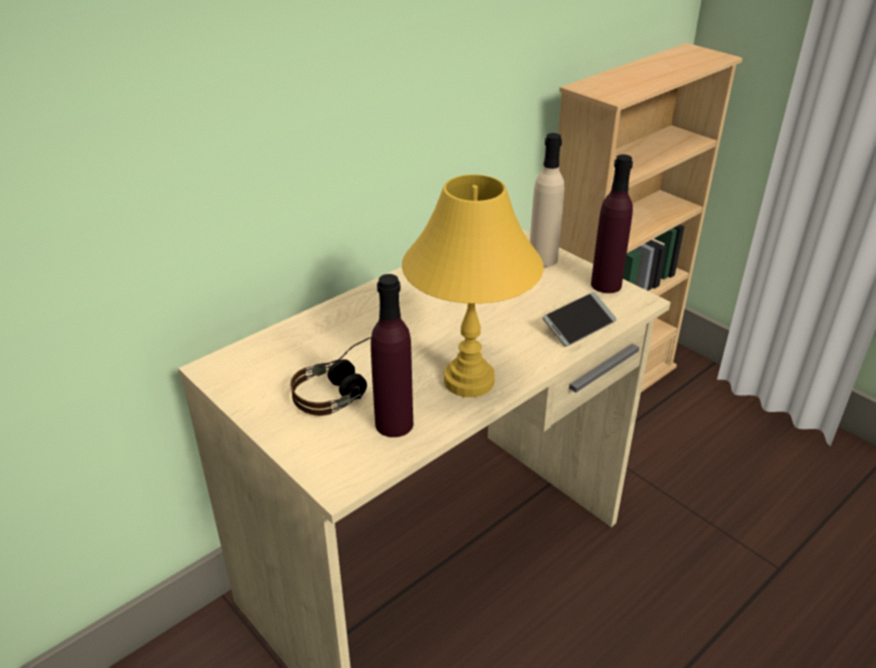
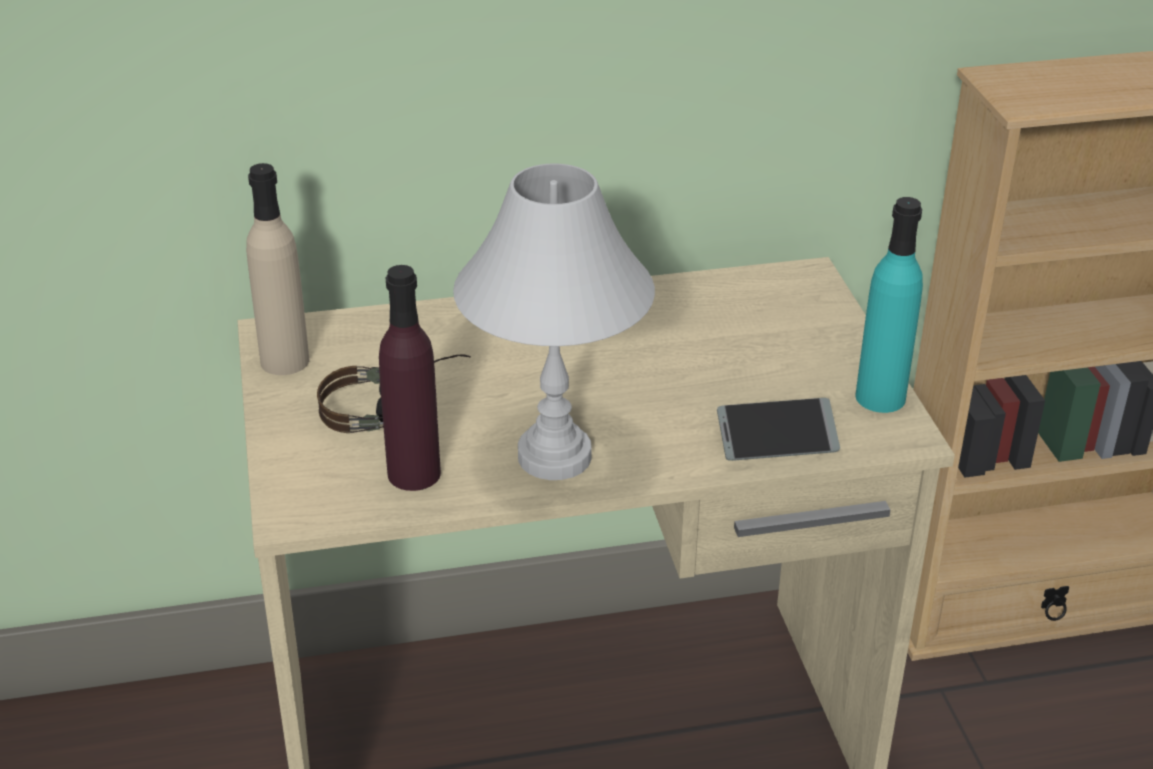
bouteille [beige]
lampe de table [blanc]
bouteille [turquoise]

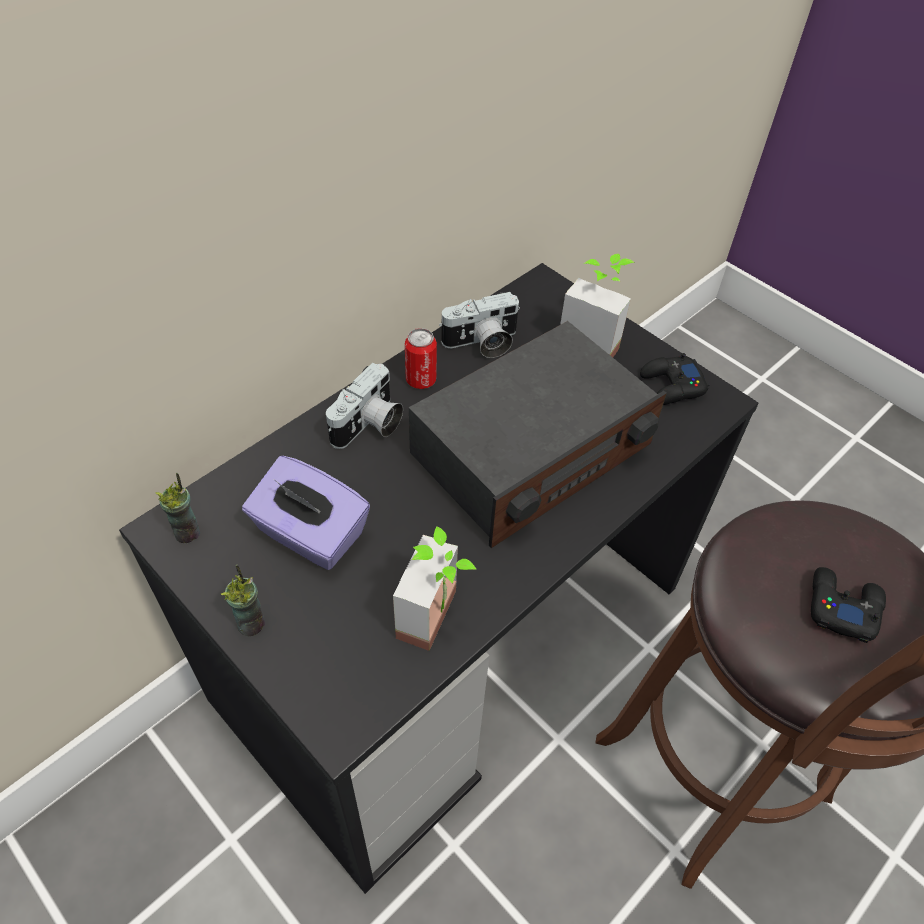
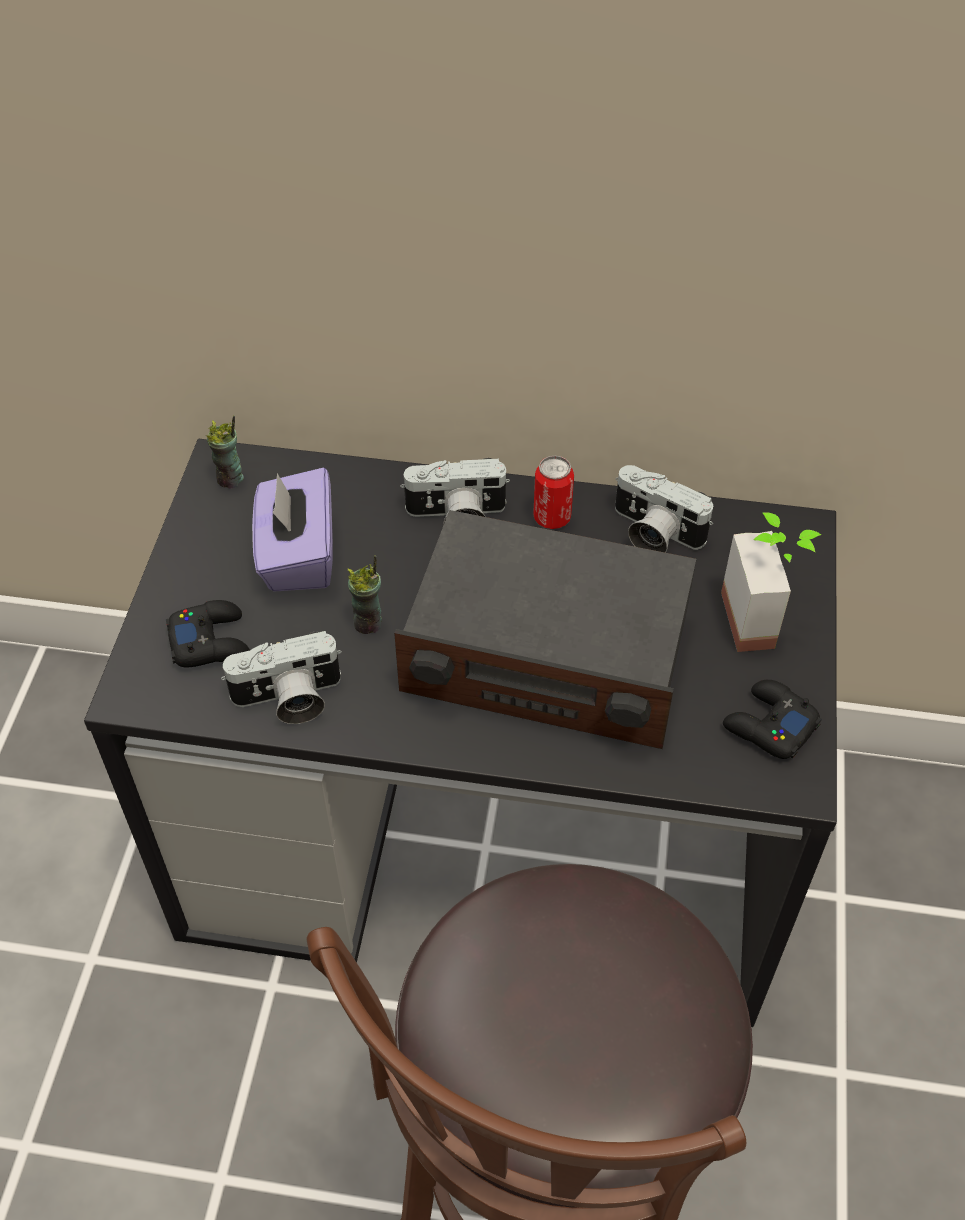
tasse (no. 2 from left)
manette [noir] (no. 1 from left)
appareil photo (no. 1 from left)

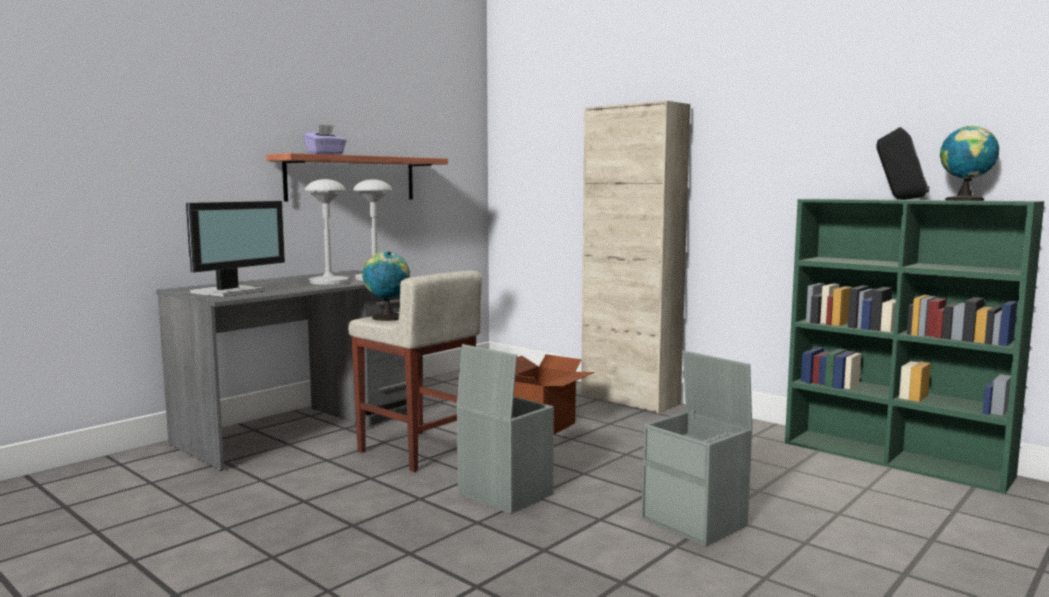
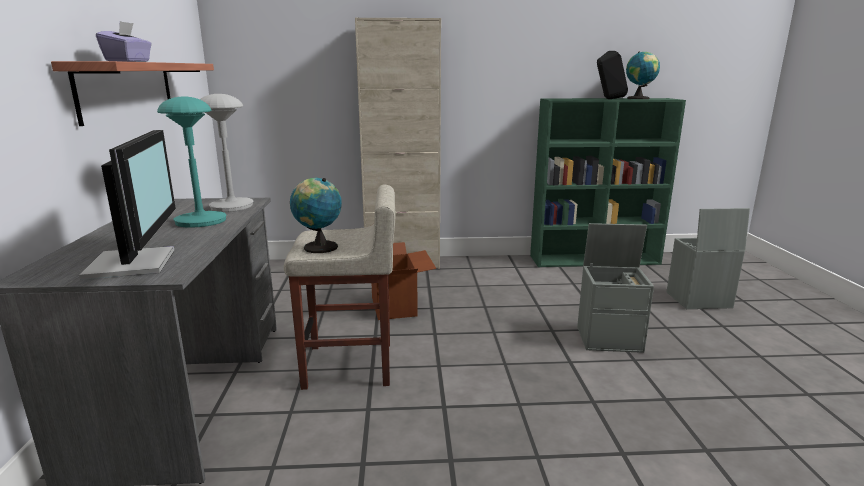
boîte de rangement [gris] (no. 2 from left)
lampe de table [turquoise]

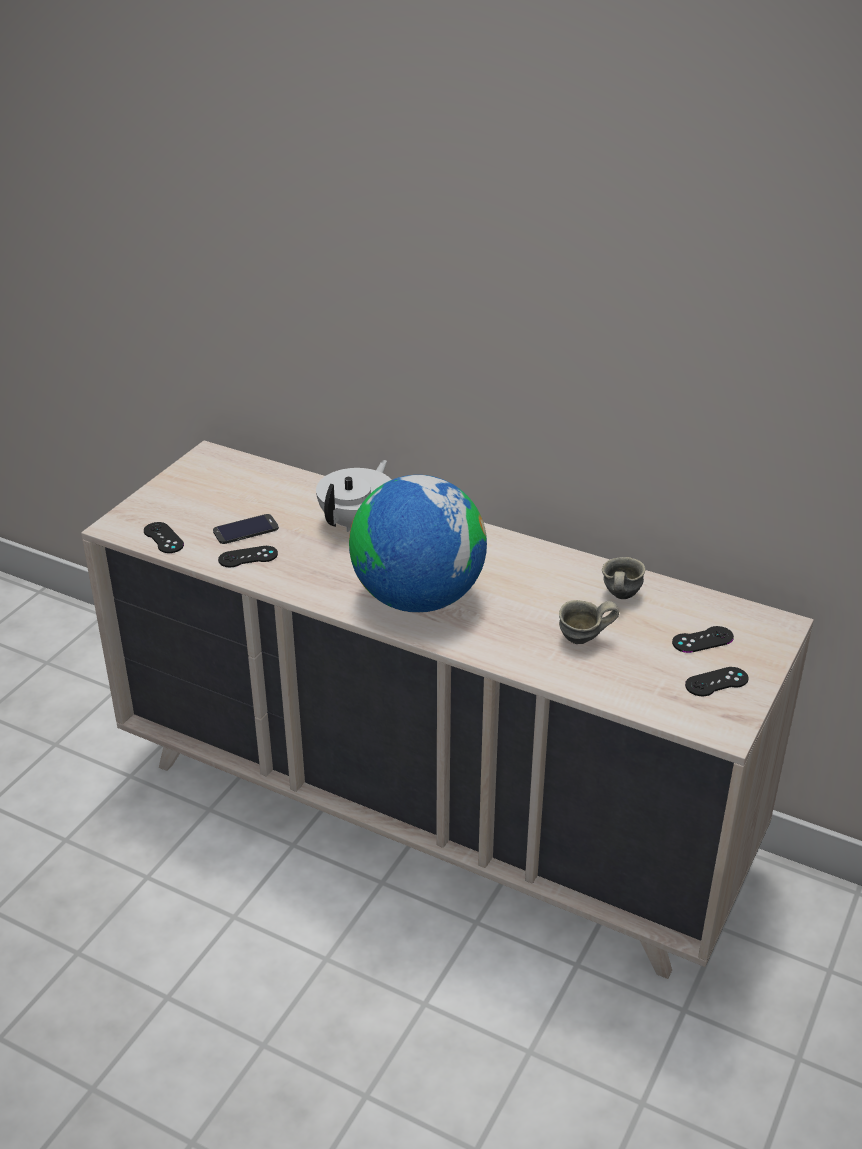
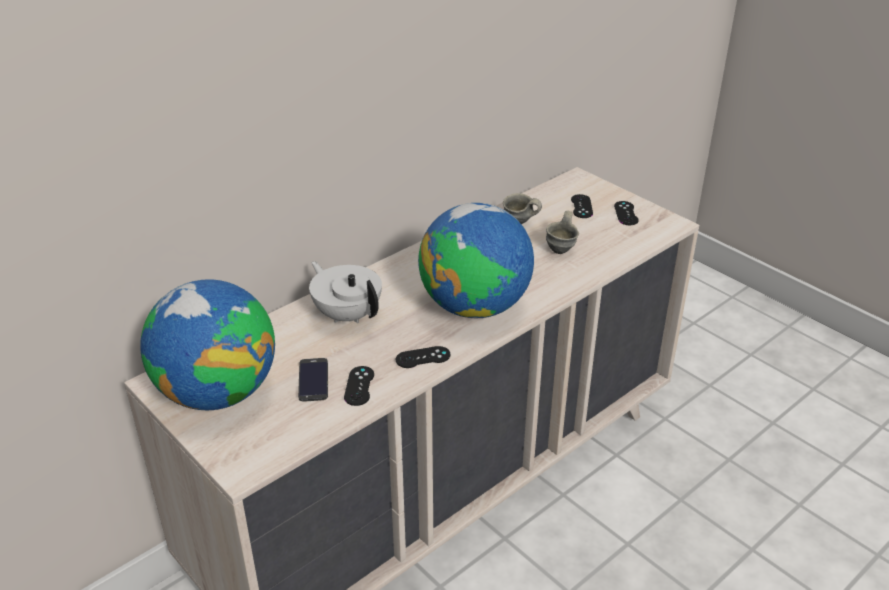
globe (no. 1 from left)
manette [noir] (no. 2 from left)

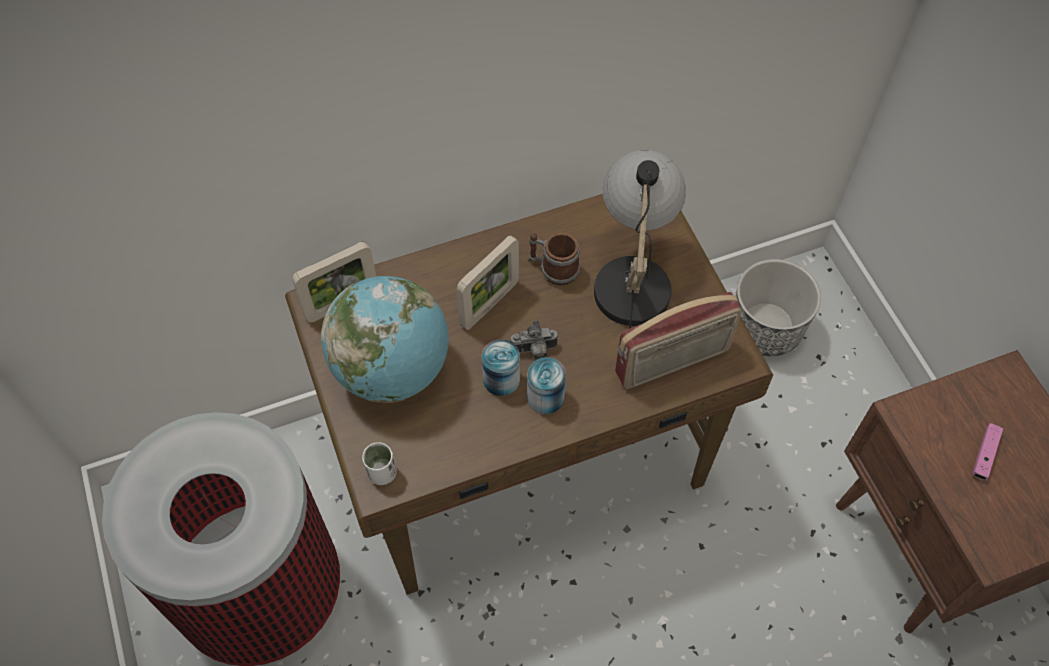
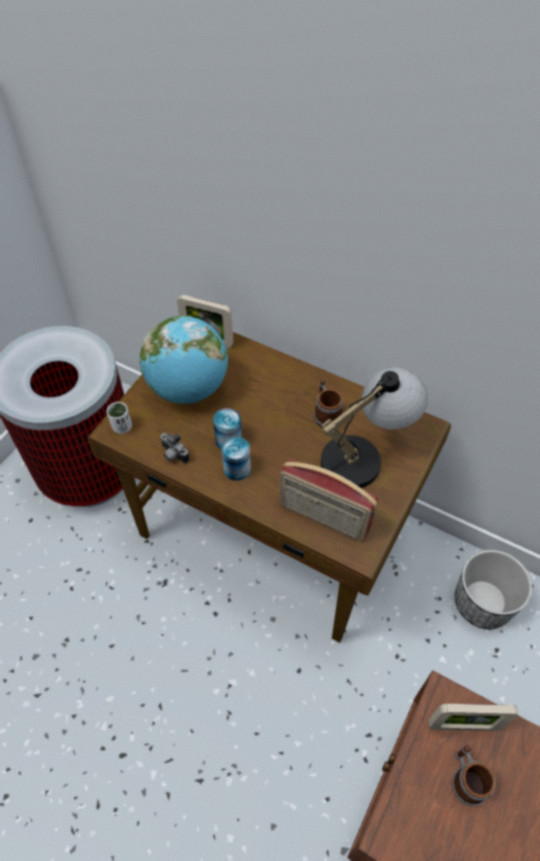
cadre photo (no. 2 from left)
appareil photo
mug (no. 2 from left)

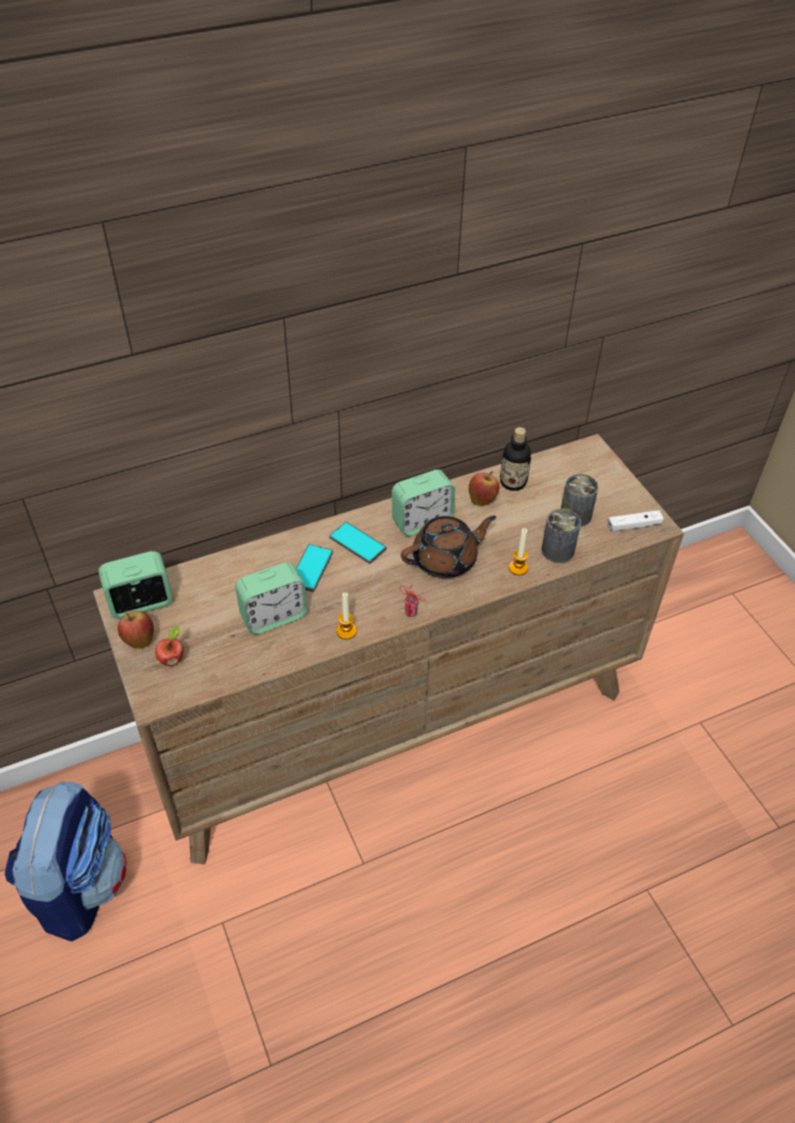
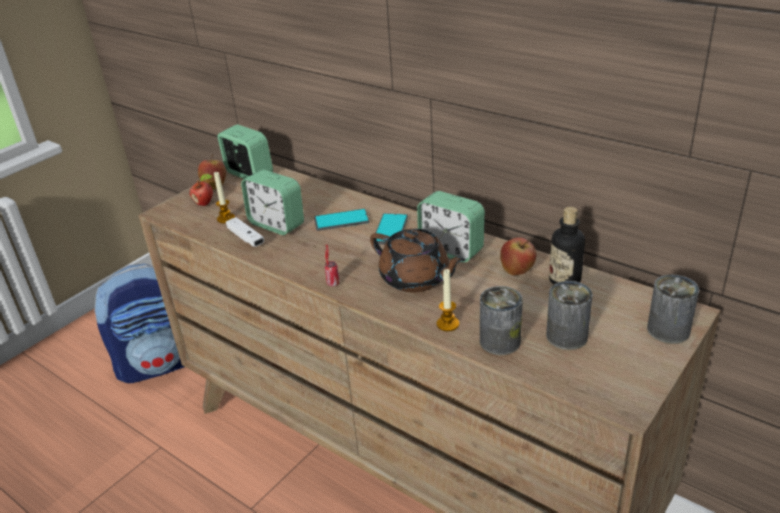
boîte métallique (no. 4 from left)
bougie (no. 1 from left)
manette [blanc]

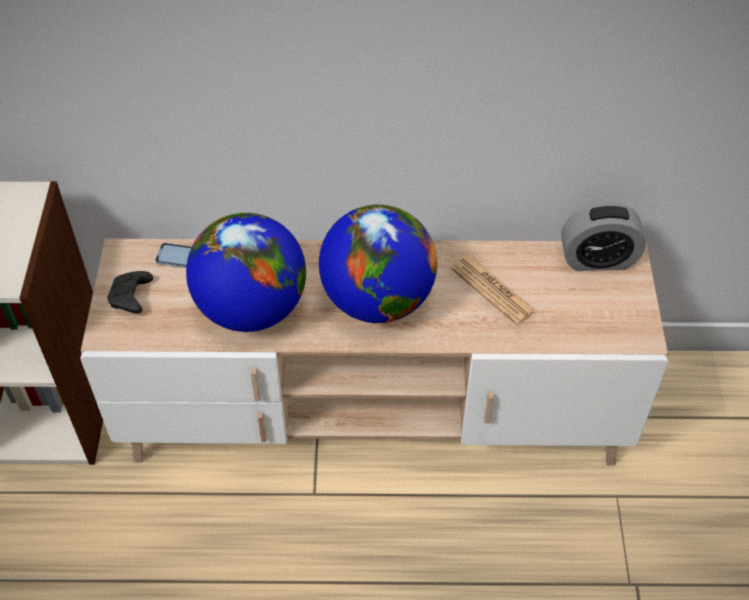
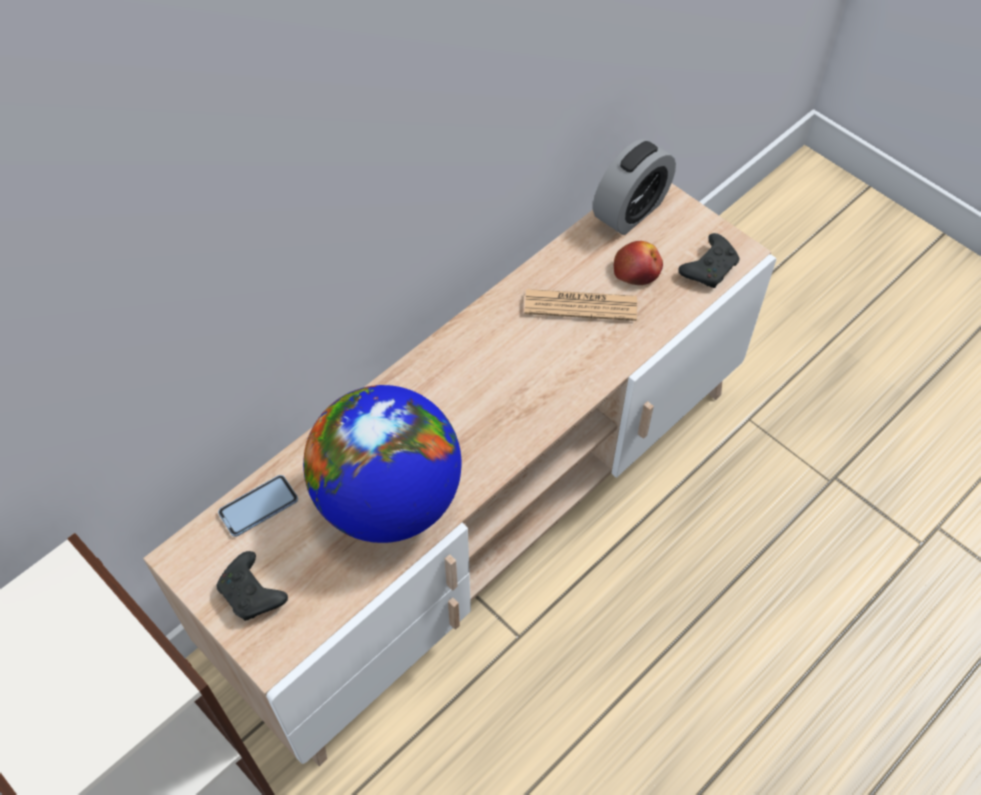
globe (no. 2 from left in the first image)
pomme
manette [noir] (no. 2 from left)

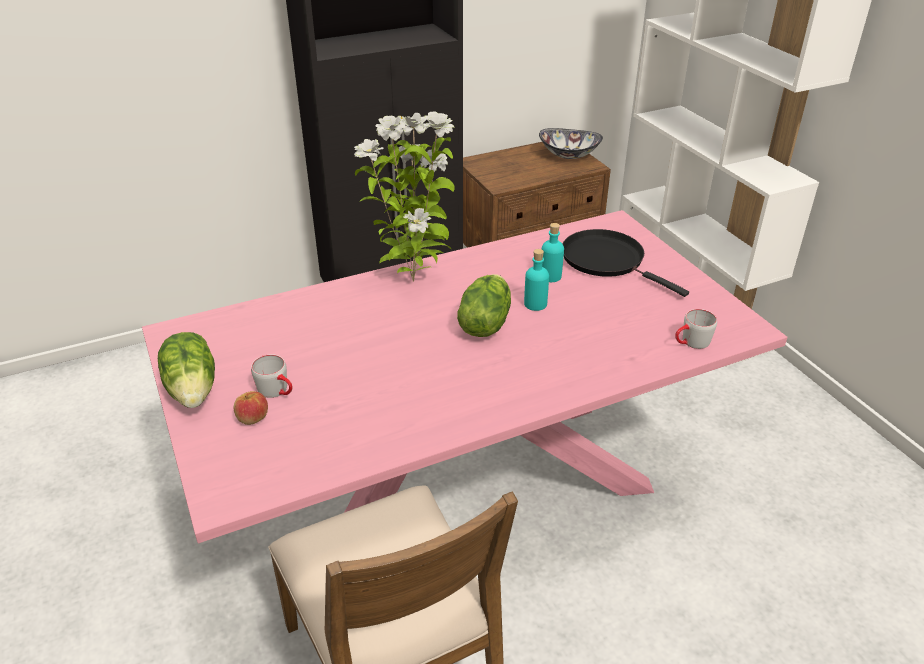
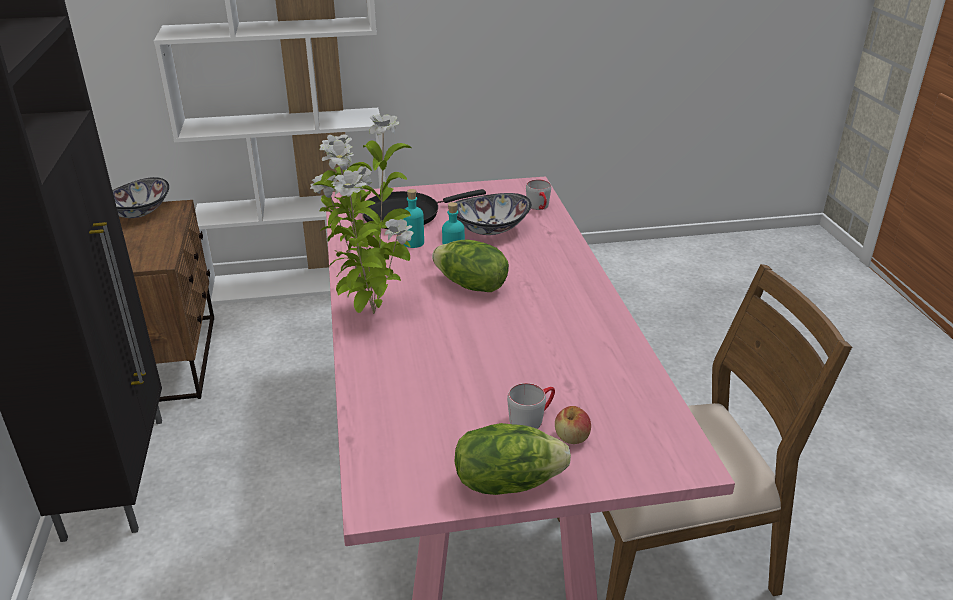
bol (no. 2 from left)

